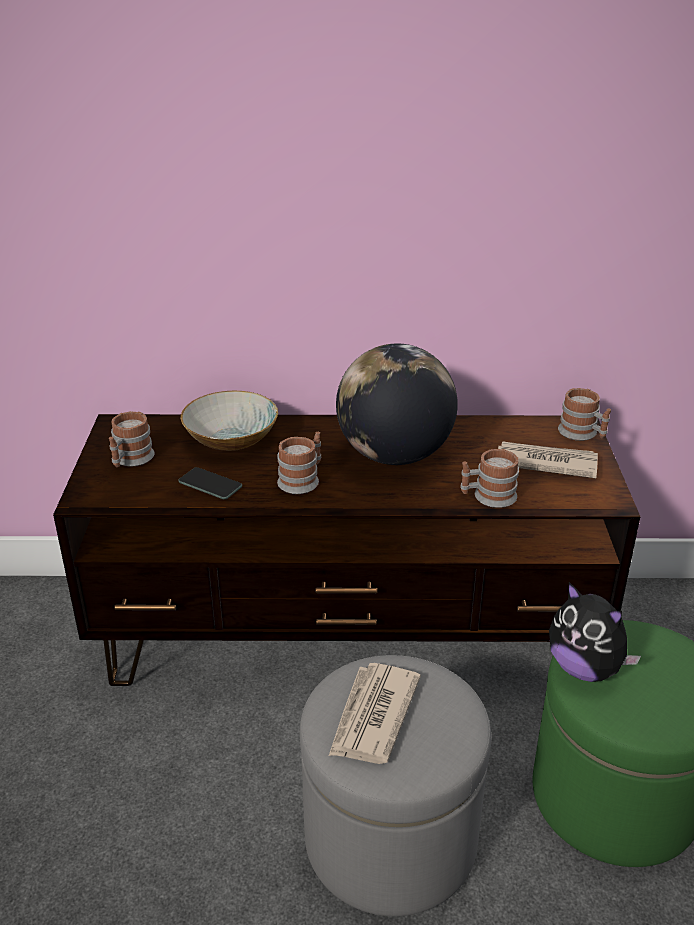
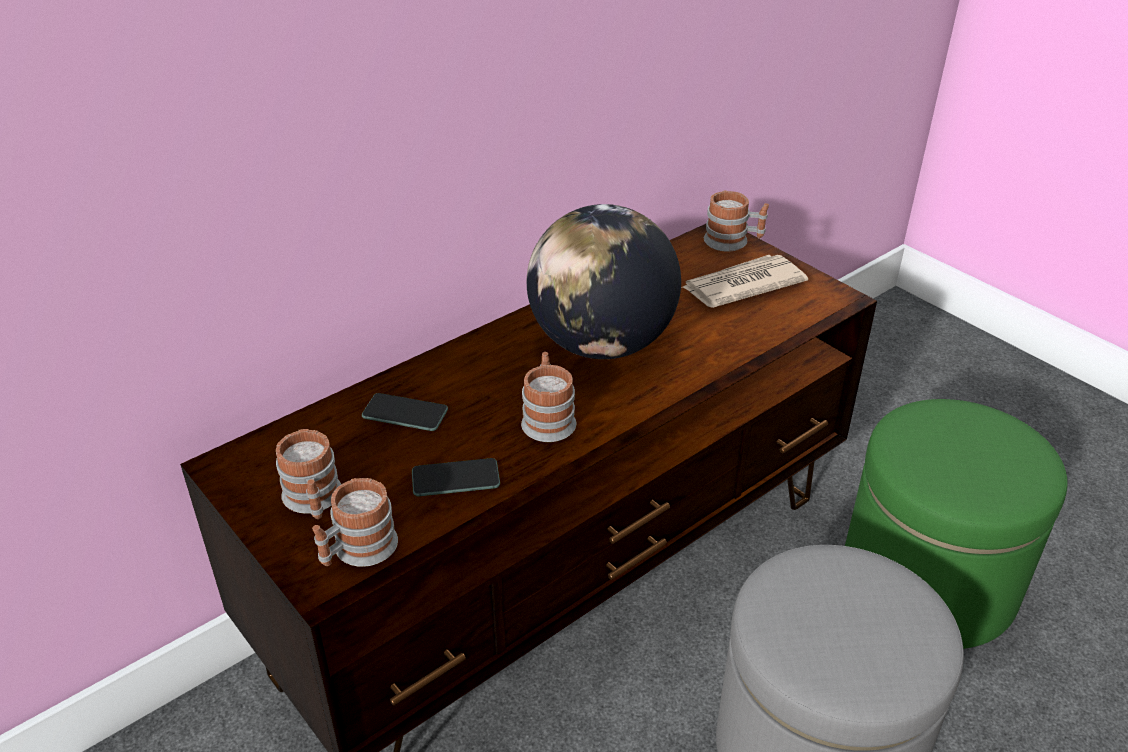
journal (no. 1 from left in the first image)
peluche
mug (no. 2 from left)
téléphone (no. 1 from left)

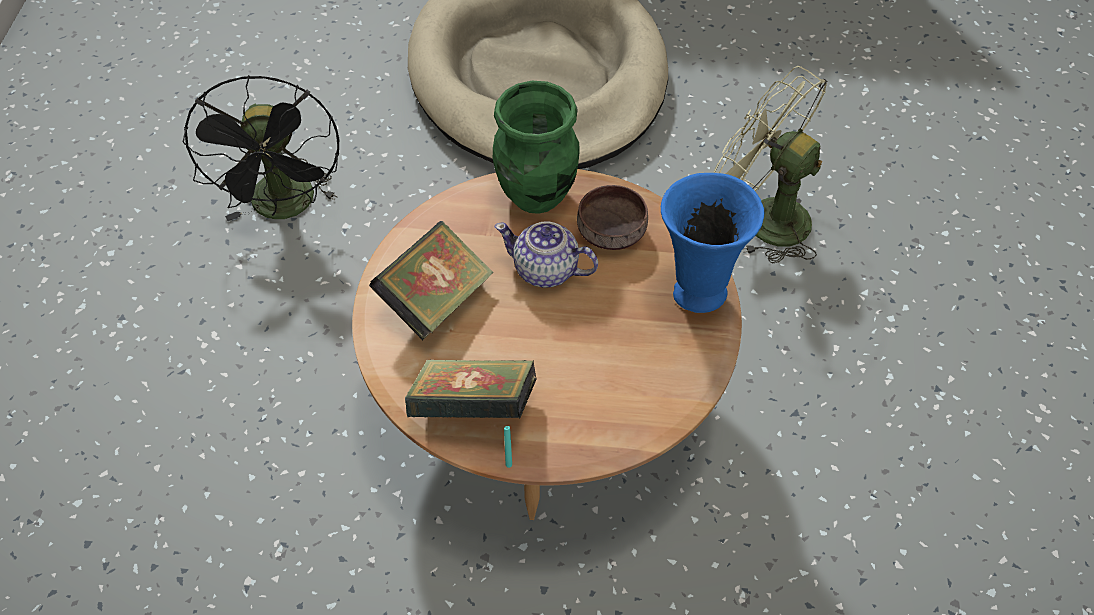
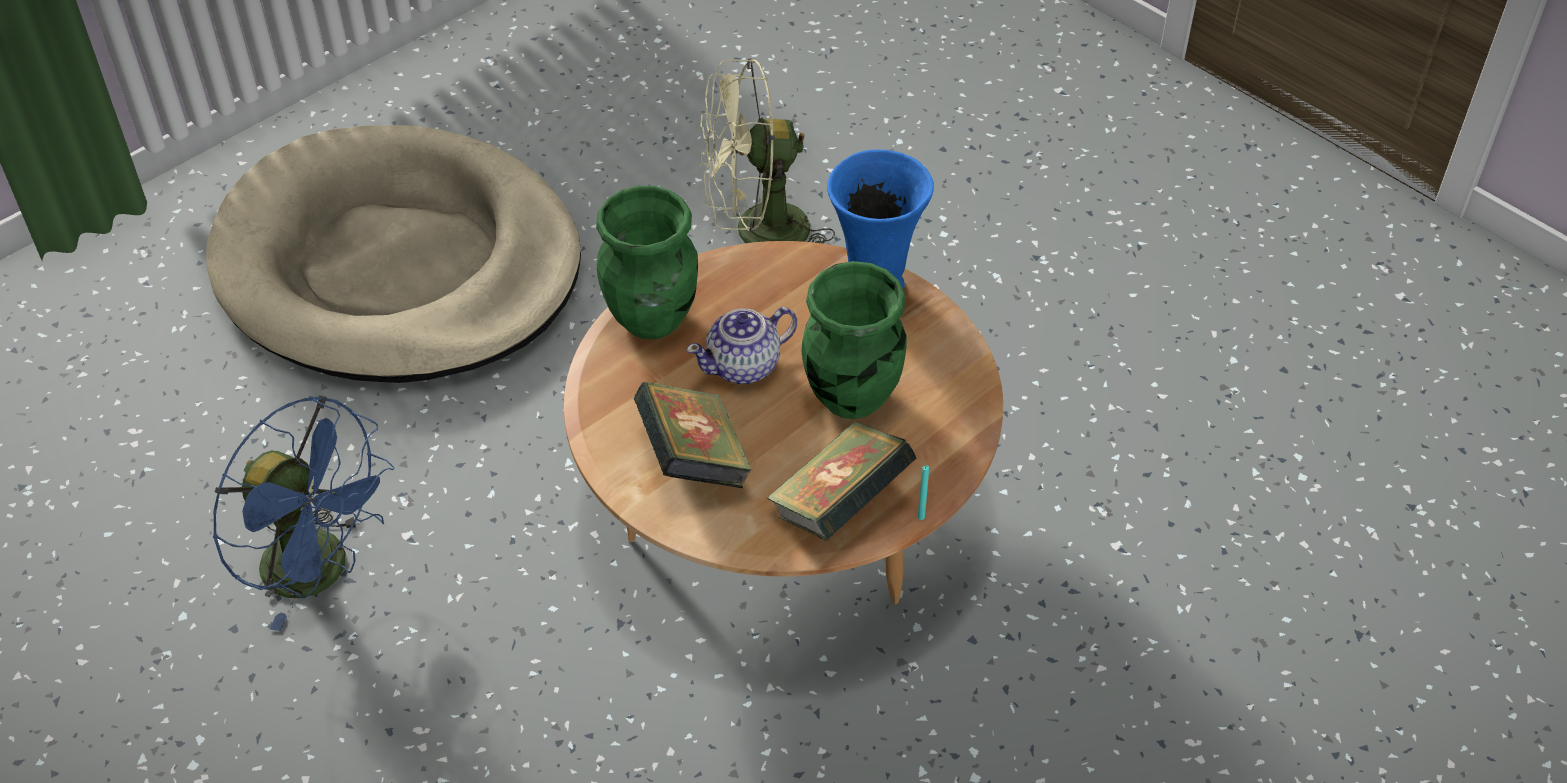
bol [marron]
vase [vert] (no. 2 from left)
ventilateur [bleu]

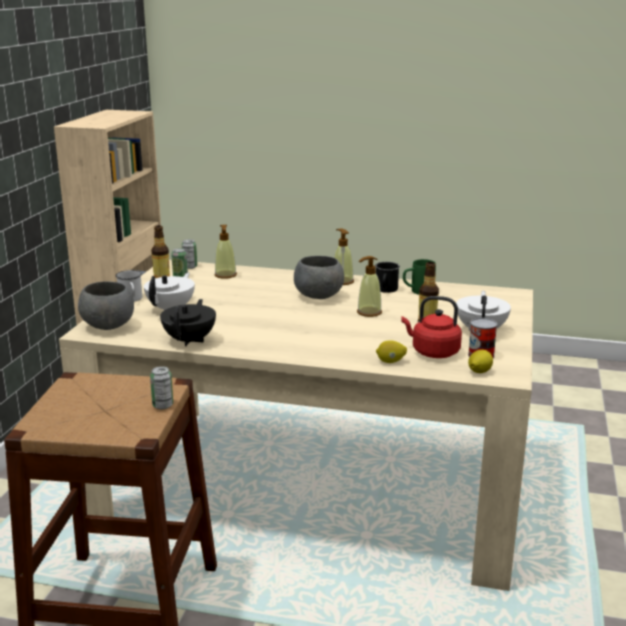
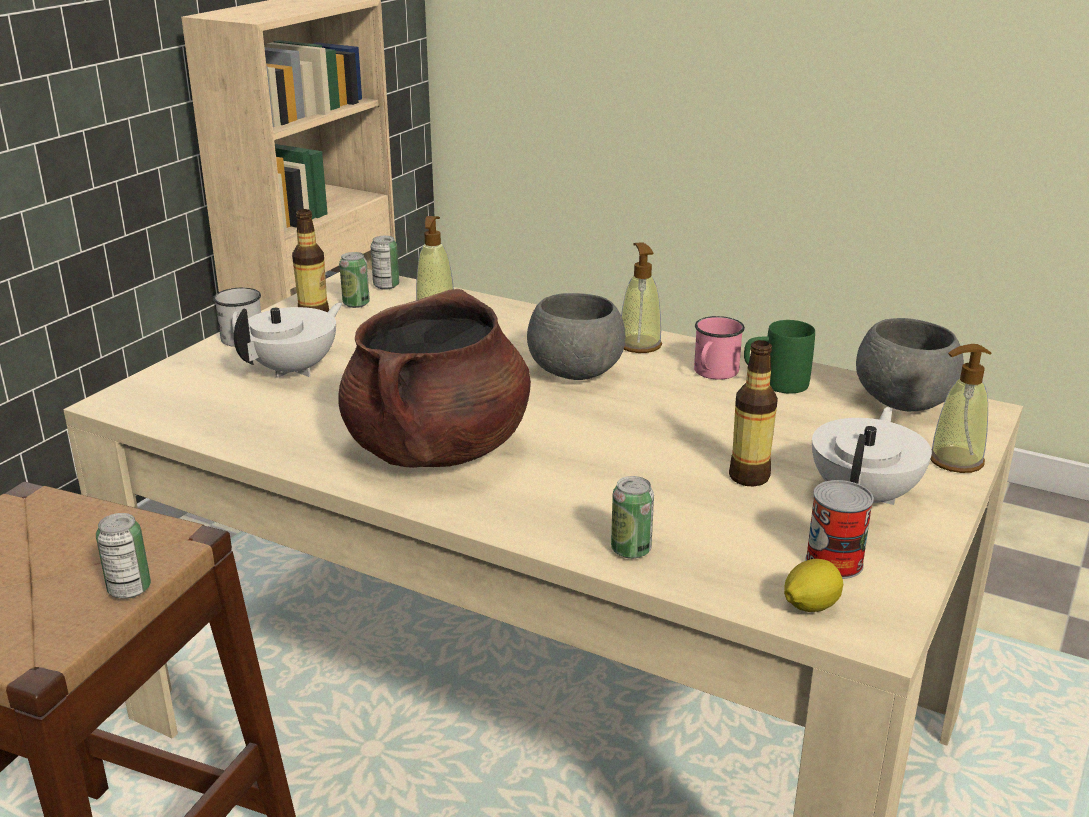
théière [noir]
bouilloire [rouge]
marmite [marron]
bol [gris] (no. 2 from left)
distributeur de savon (no. 3 from left)
boîte métallique (no. 4 from left)
mug [rose]

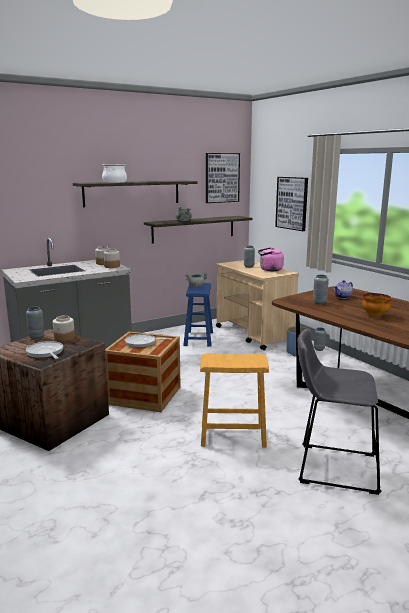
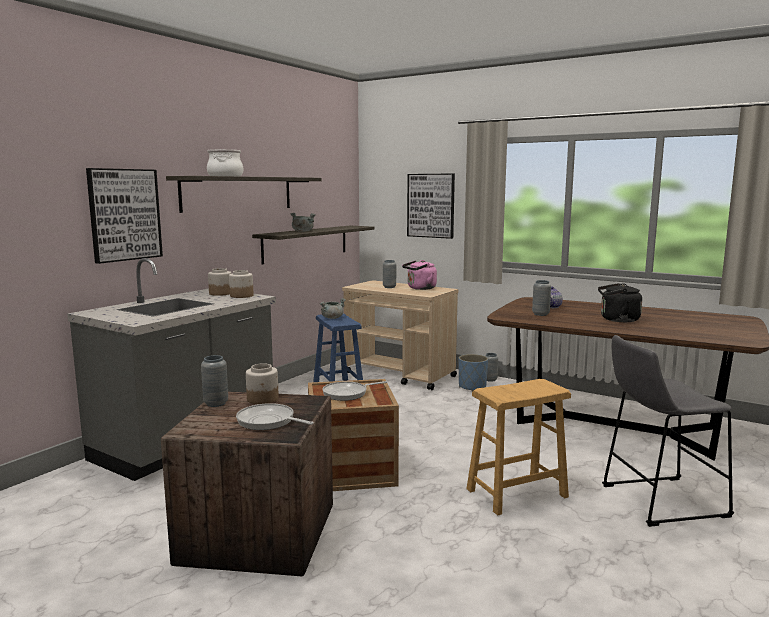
tableau (no. 1 from left)
bouilloire [noir]

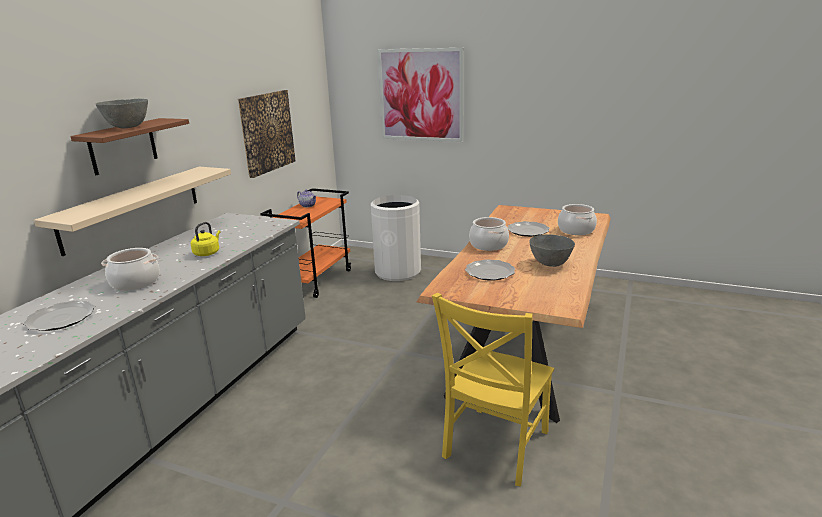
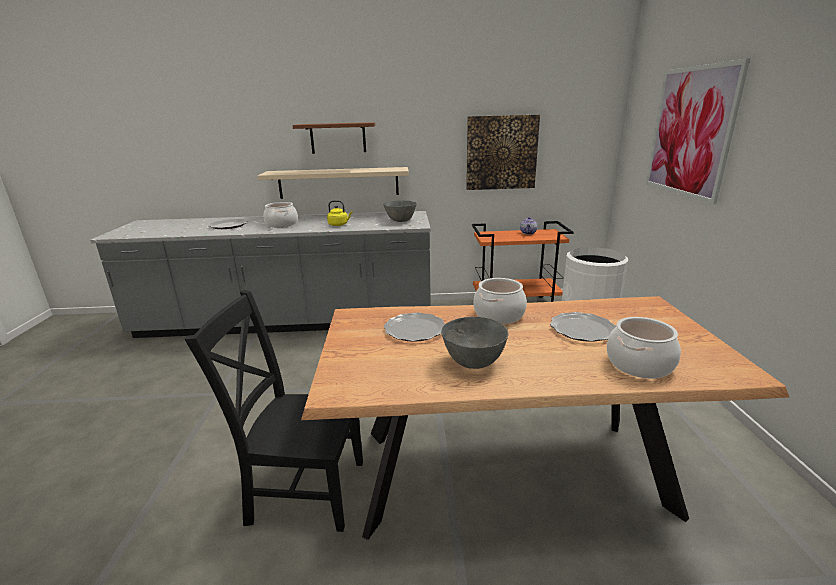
bol [gris] (no. 1 from left)
chaise [noir]

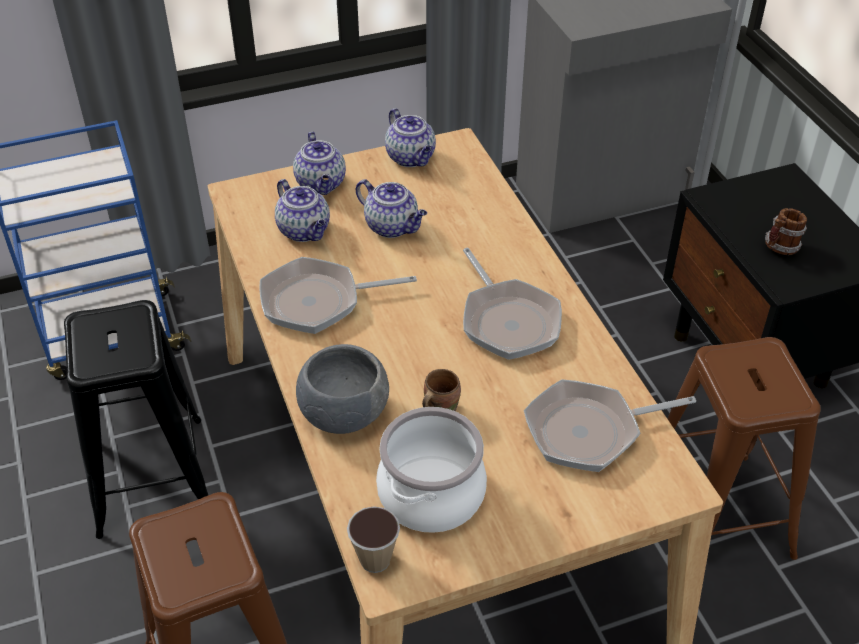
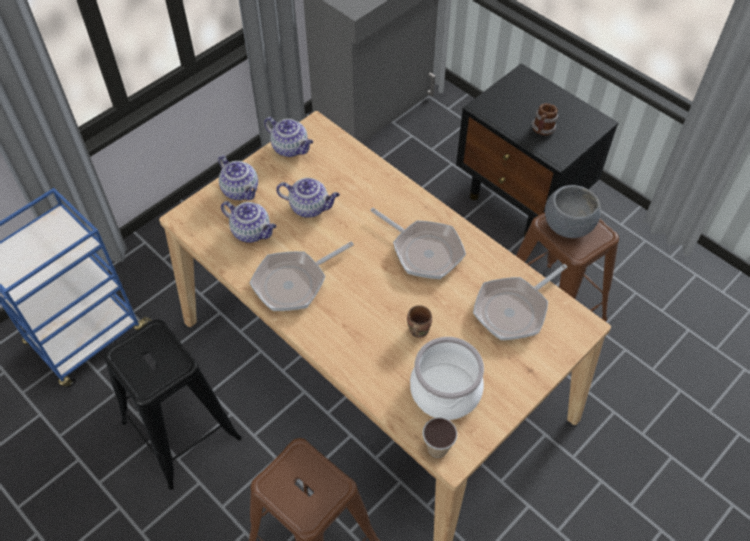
bol [gris]

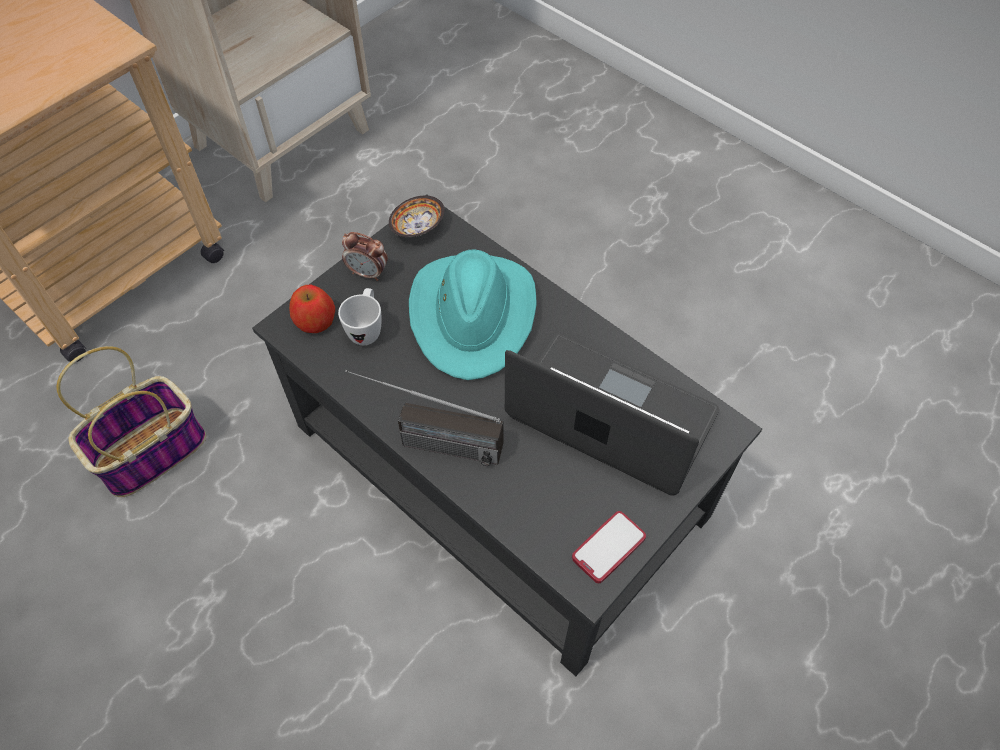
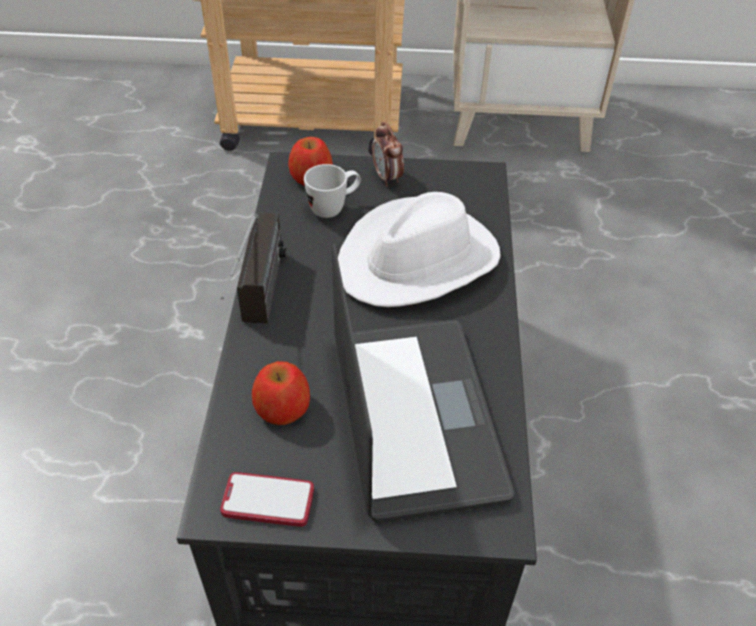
panier
bol
pomme (no. 1 from left)
chapeau [blanc]
radio

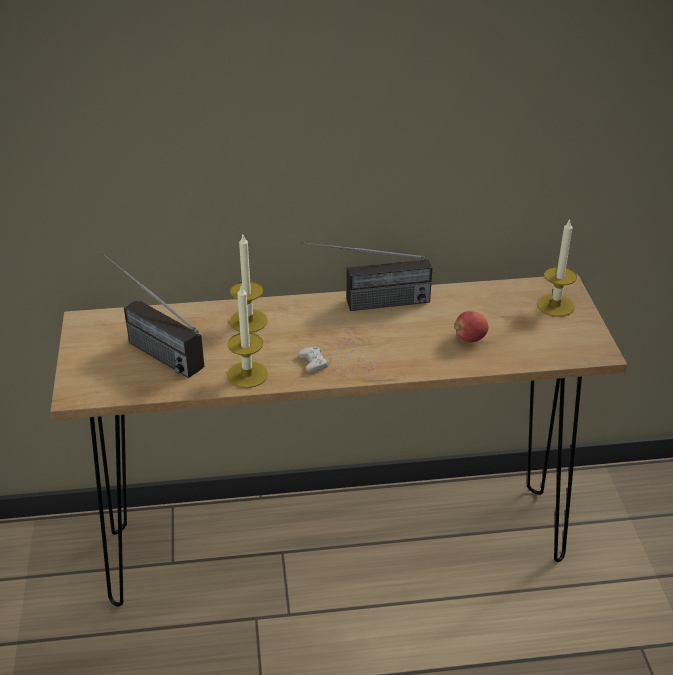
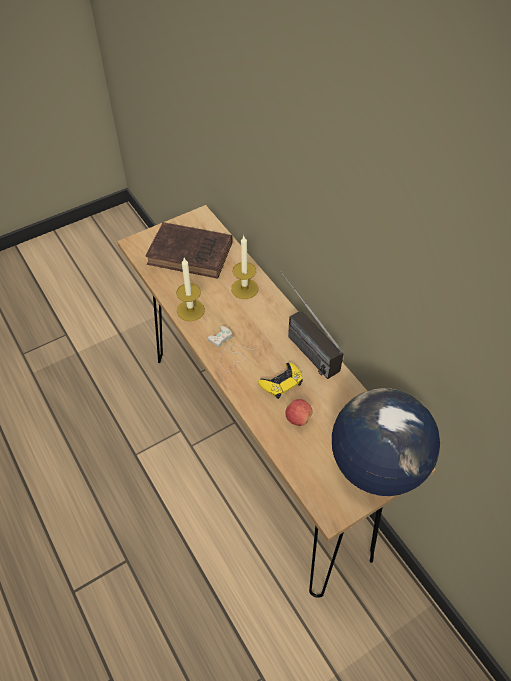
manette [jaune]
livre [marron]
globe

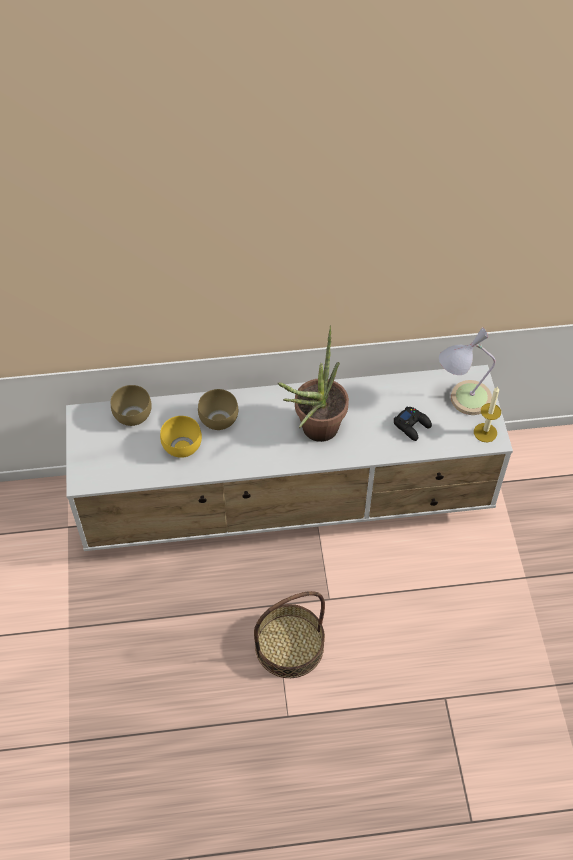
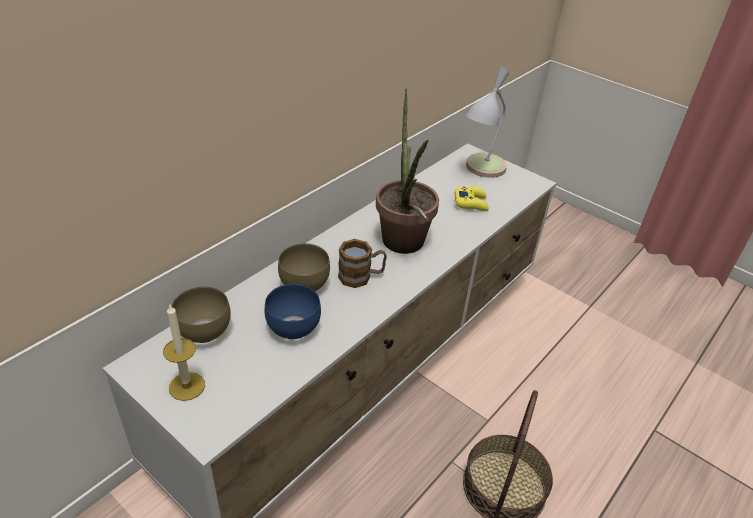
mug
bougie
bol [bleu]
manette [jaune]

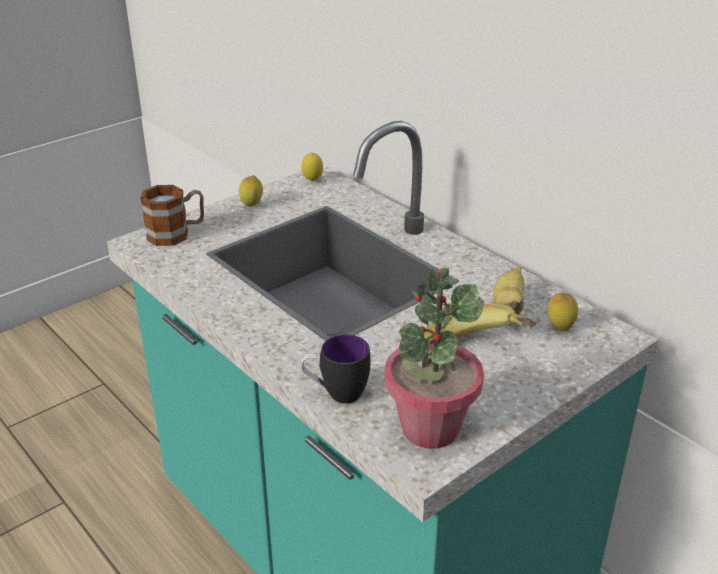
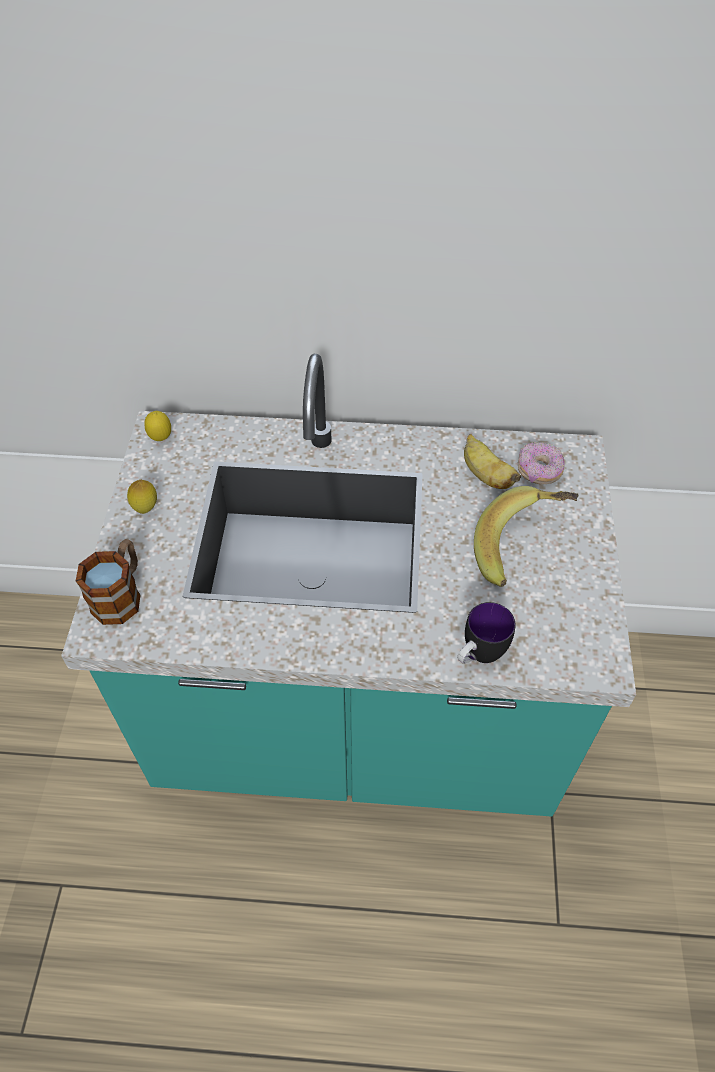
plante en pot
beignet

